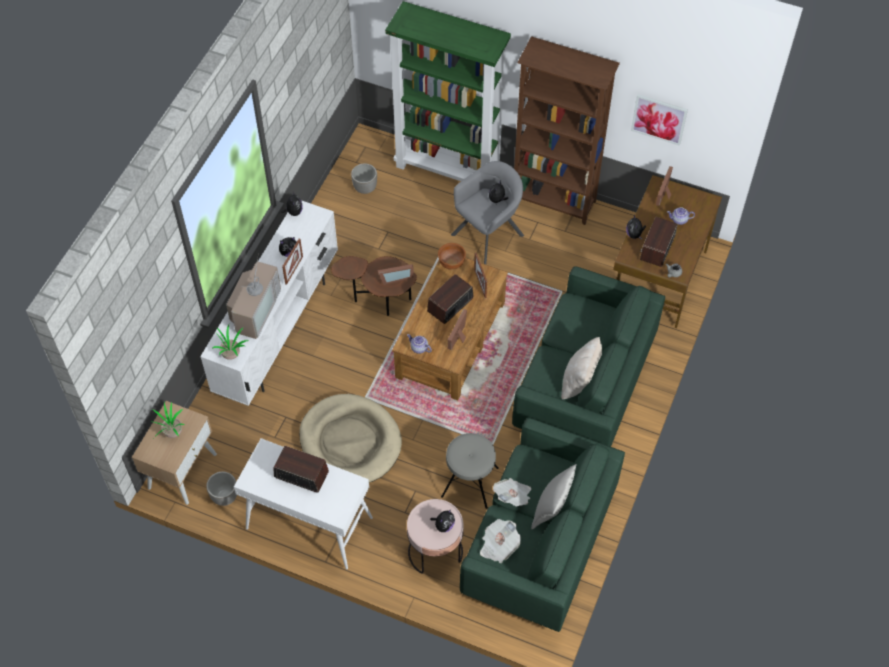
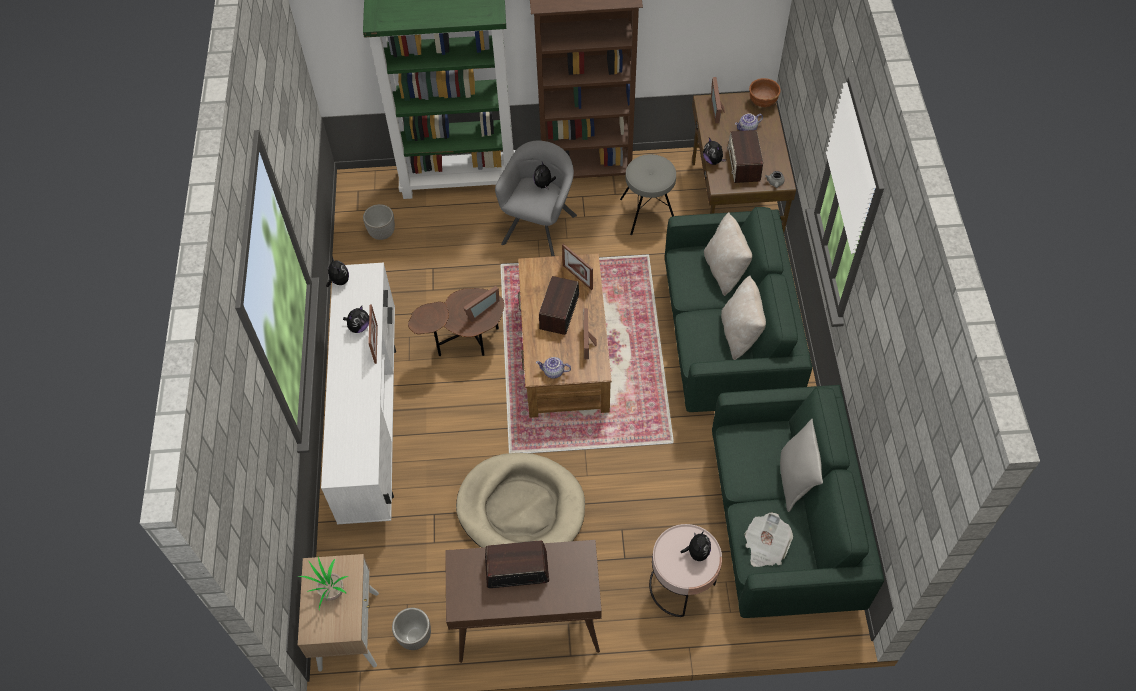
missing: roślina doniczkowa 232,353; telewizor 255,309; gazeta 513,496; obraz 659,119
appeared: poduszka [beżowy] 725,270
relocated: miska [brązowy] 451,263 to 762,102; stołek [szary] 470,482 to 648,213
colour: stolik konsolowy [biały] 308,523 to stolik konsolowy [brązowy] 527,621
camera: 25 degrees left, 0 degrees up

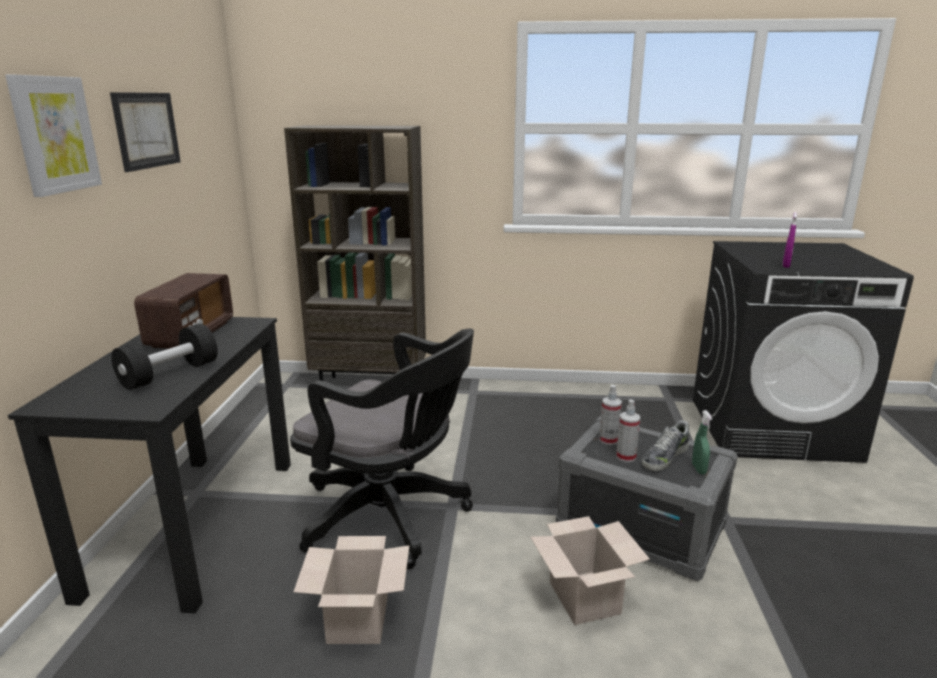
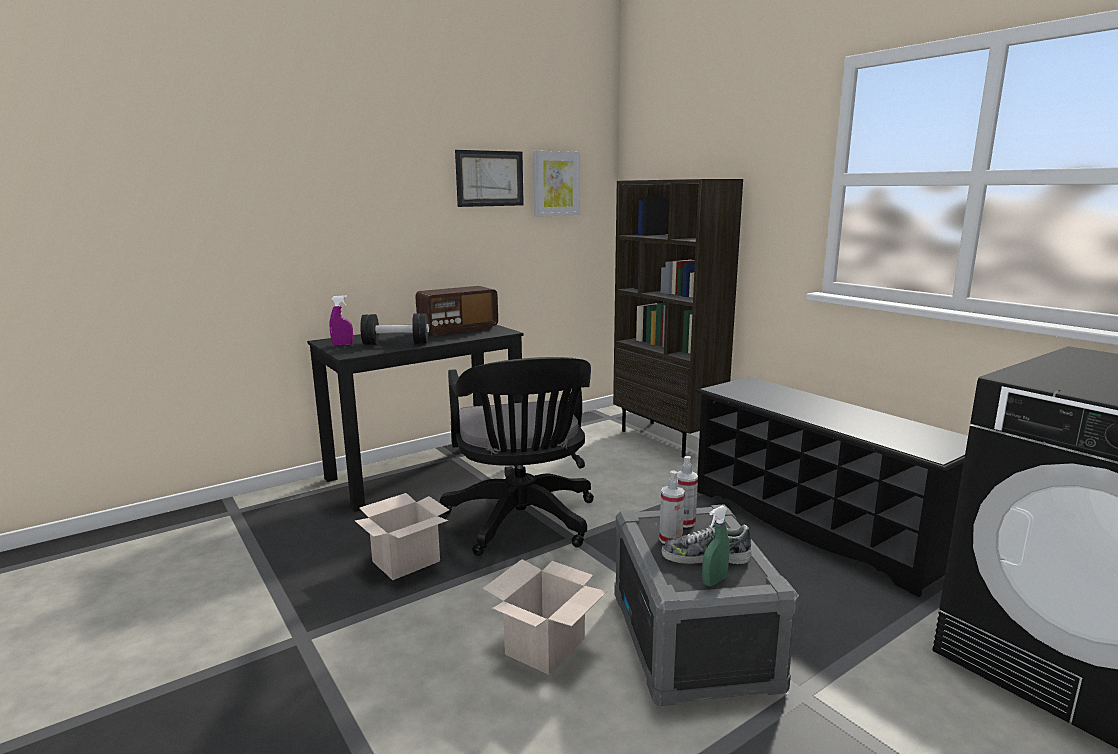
appeared: regał na buty [czarny] 816,524
relocated: obraz 54,135 to 556,184; spryskiwacz [fioletowy] 786,265 to 342,344
camera: 50 degrees right, 5 degrees down

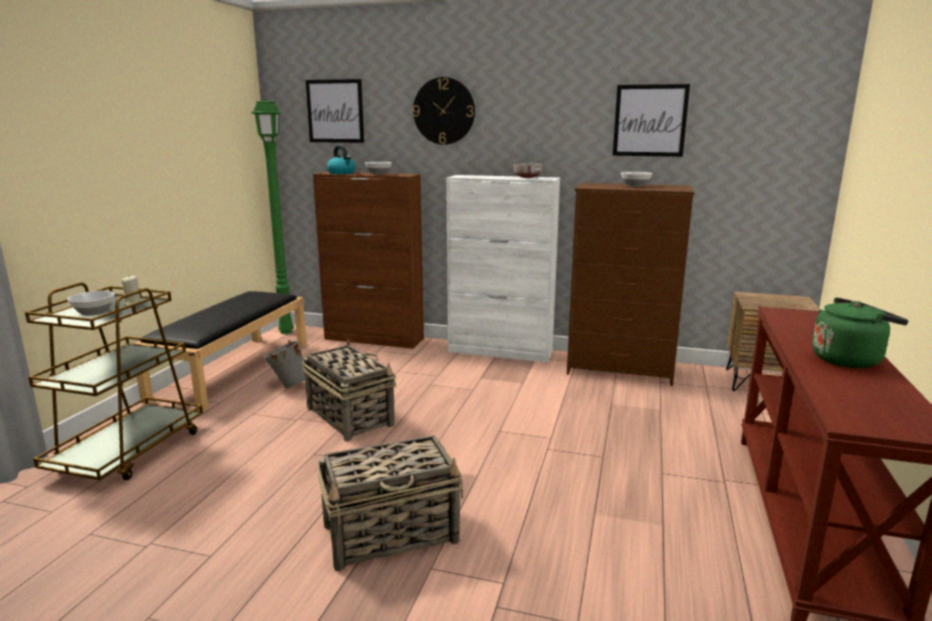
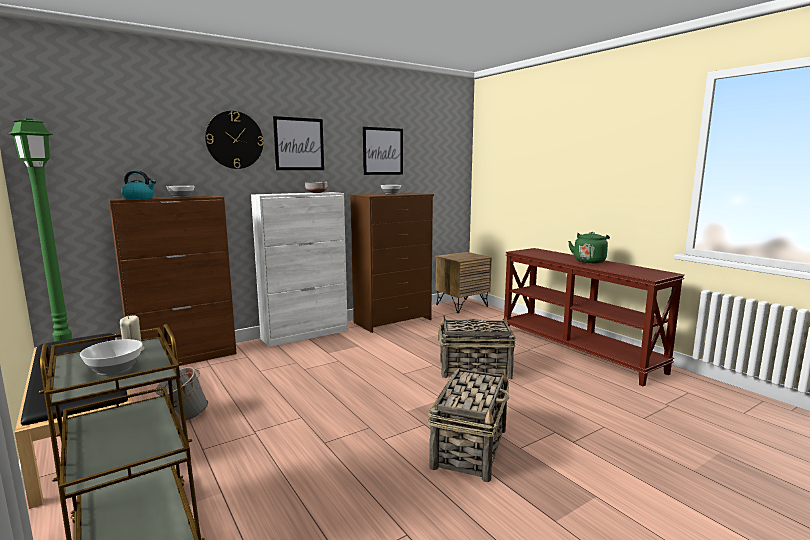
relocated: koszyk 349,416 to 474,369; obraz 335,111 to 299,144
camera: 50 degrees left, 5 degrees down

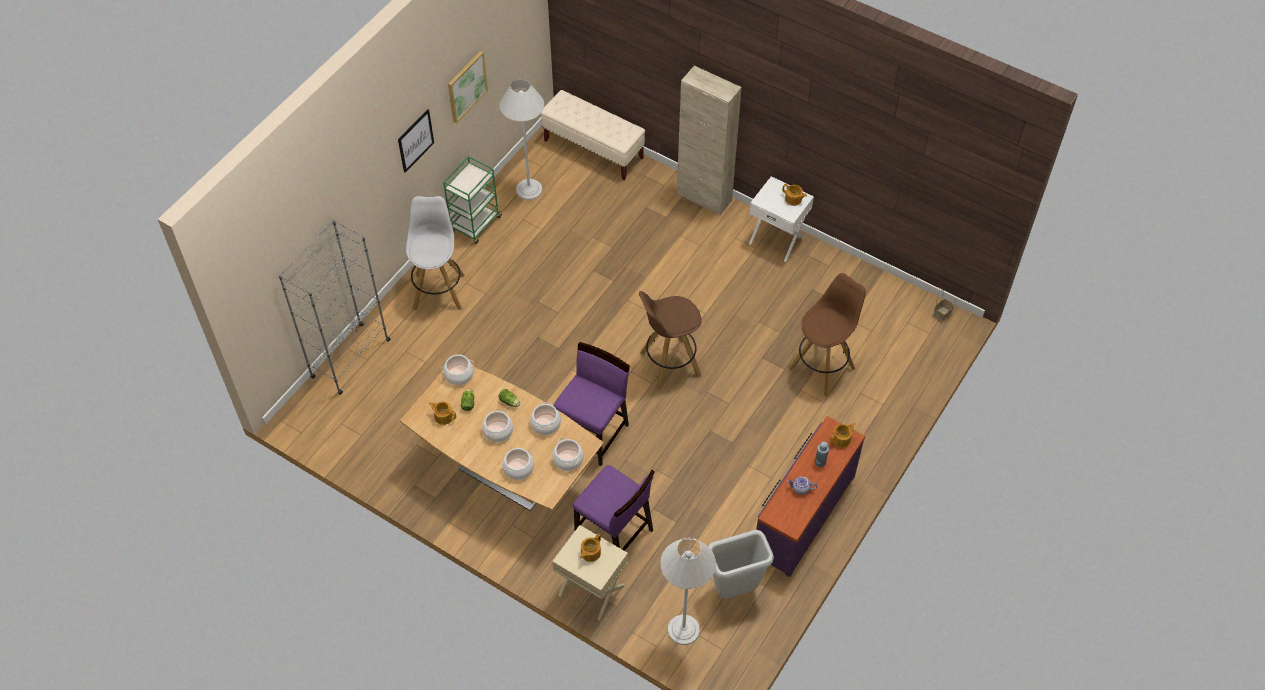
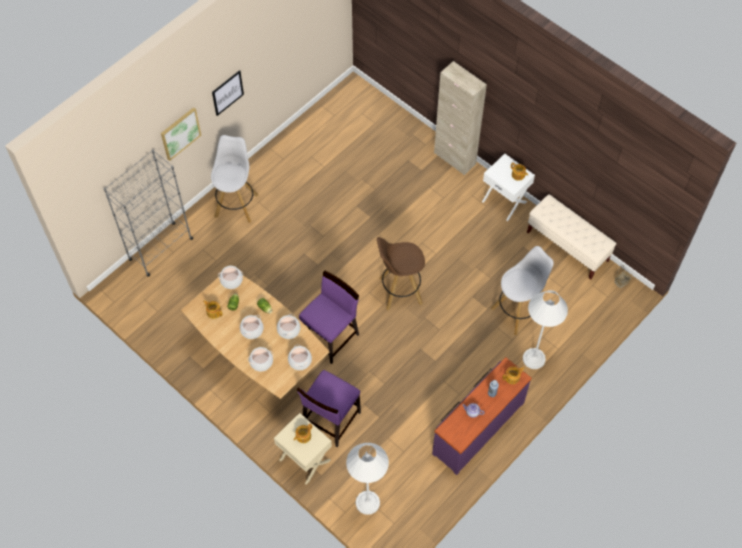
missing: wózek [zielony] 475,224; kosz na śmieci [szary] 735,590
relocated: obraz 466,86 to 180,133; lampa stojąca [biały] 529,189 to 534,358; ławka [beżowy] 593,150 to 567,246
colour: stołek [brązowy] 822,367 to stołek [biały] 517,311
spun: krzesło [fioletowy] 614,535 = 330,420 75 degrees clockwise
camera: 10 degrees right, 5 degrees up

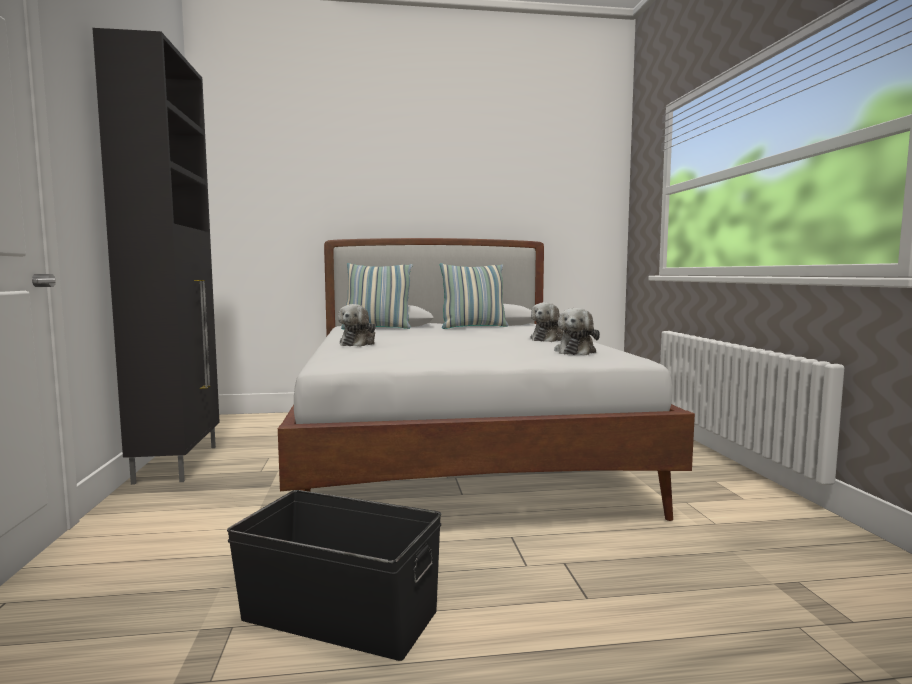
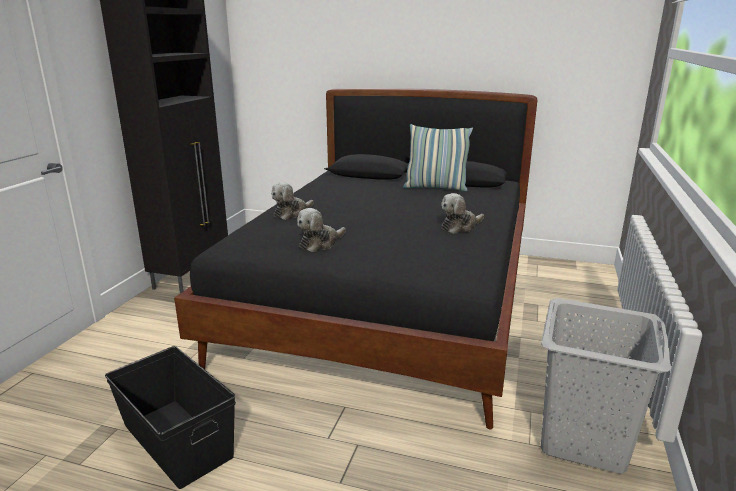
missing: poduszka 377,328
appeared: kosz na pranie [szary] 584,440
relocated: pluszak 576,351 to 320,243
colour: łóżko [biały] 457,453 to łóżko [czarny] 389,305
camera: 25 degrees right, 15 degrees up

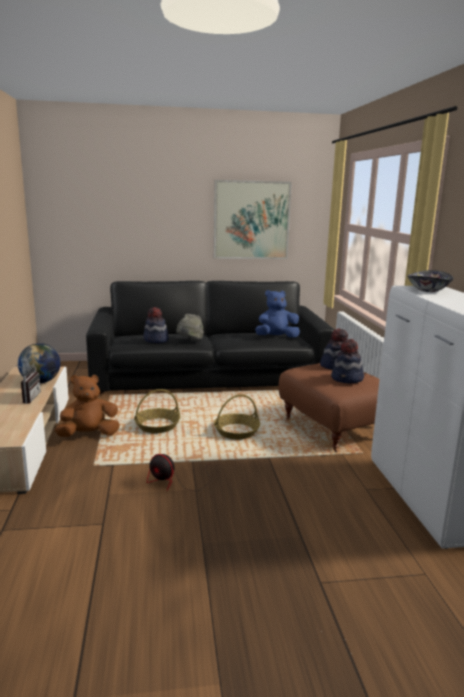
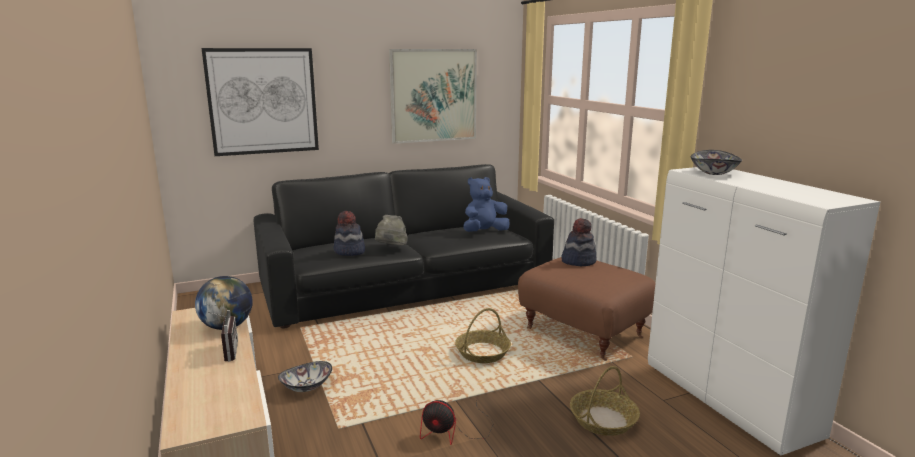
missing: kapelusz 347,379
appeared: obraz 263,101
relocated: koszyk 157,425 to 603,420
exchanged: pluszak [brązowy] 89,435 to miska 306,386
camera: 15 degrees left, 0 degrees up

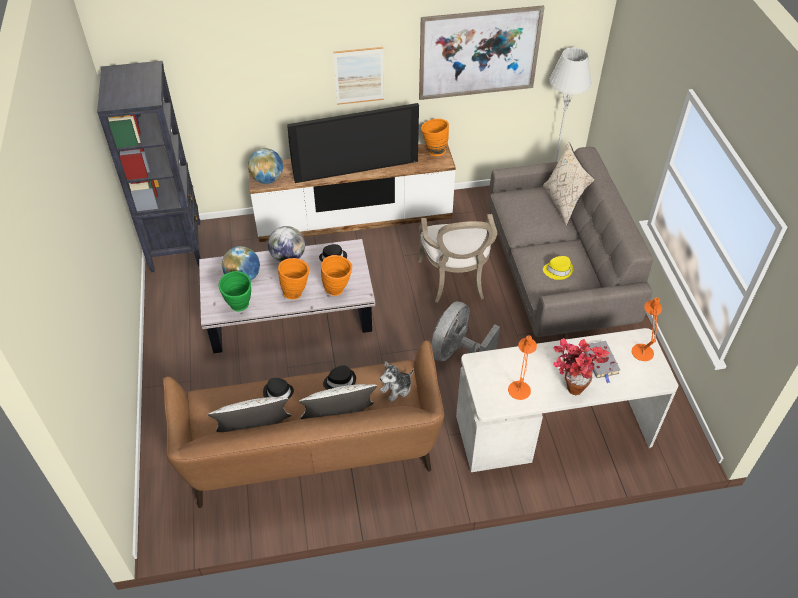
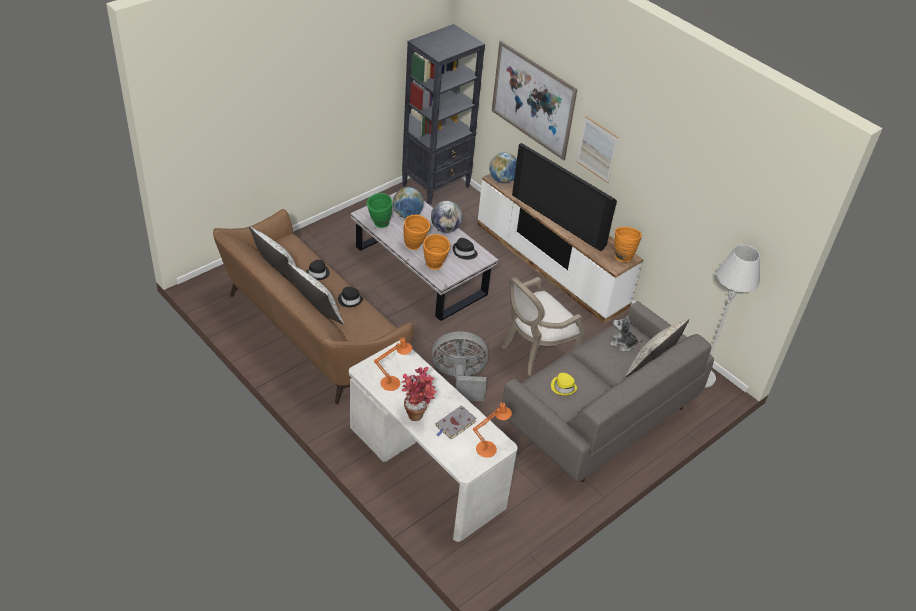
relocated: pluszak 396,389 to 623,343; obraz 479,53 to 532,100
camera: 55 degrees right, 5 degrees down

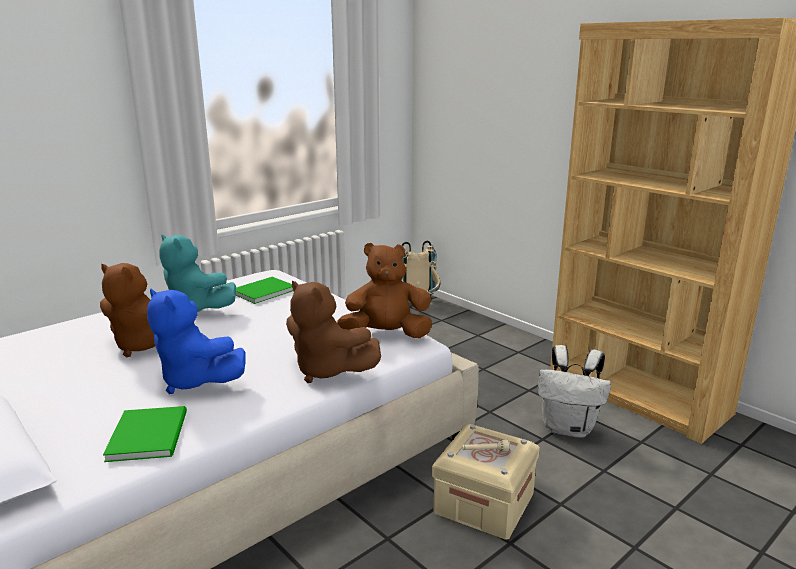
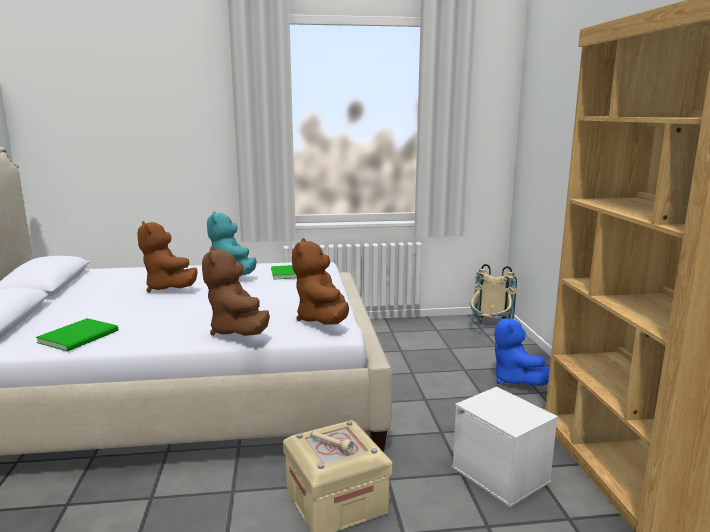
relocated: pluszak [niebieski] 195,381 to 514,380
exchanged: plecak [biały] 569,428 to pojemnik do przechowywania [biały] 502,475
spun: pluszak [brązowy] 386,335 = 322,320 120 degrees counterclockwise
camera: 35 degrees right, 5 degrees down

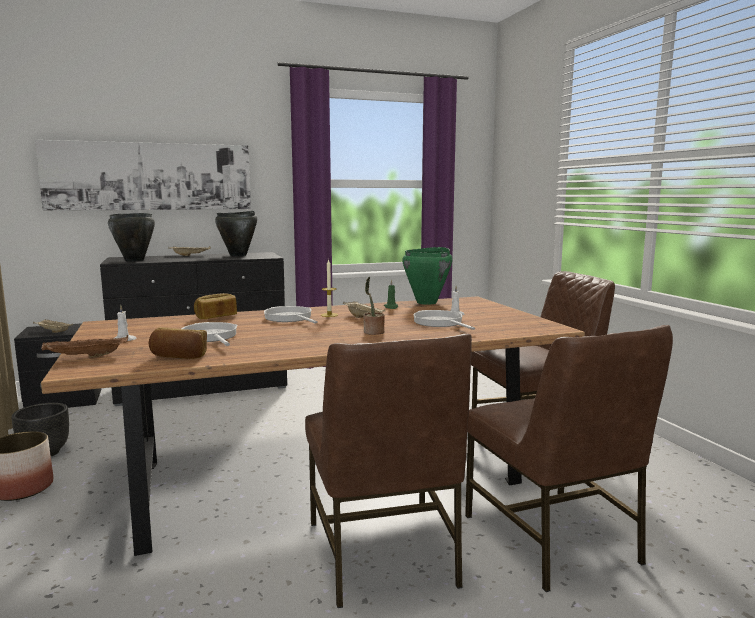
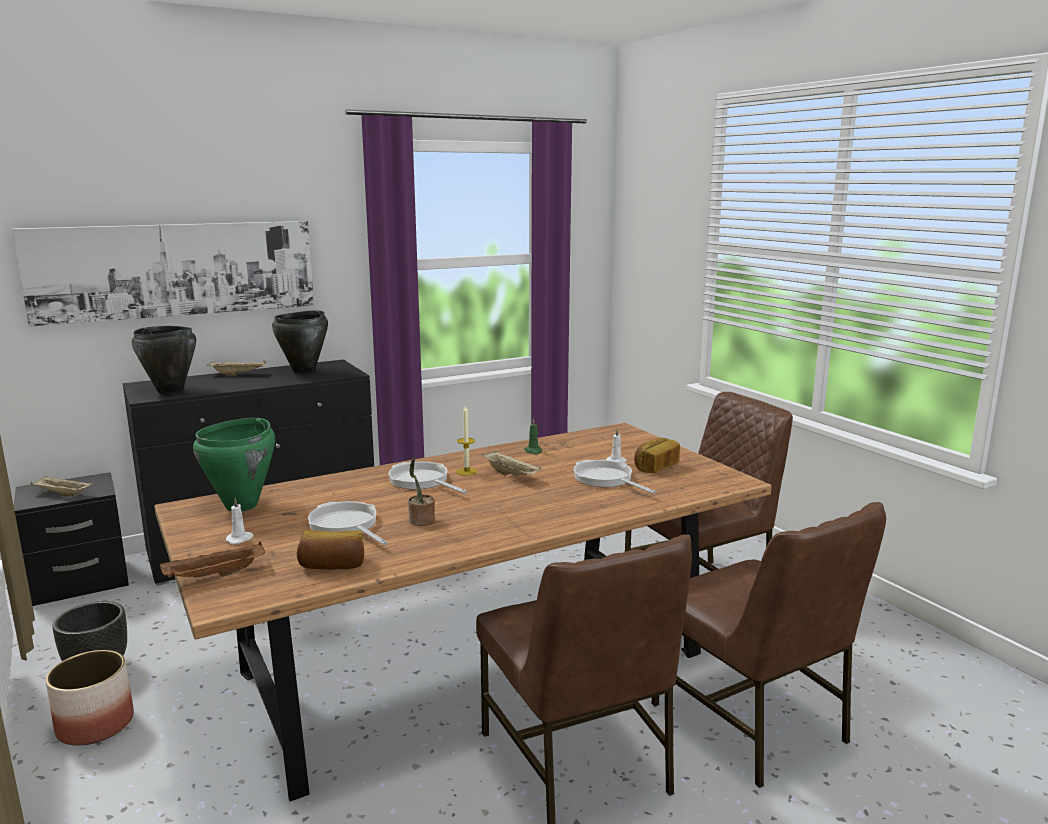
relocated: chleb 216,317 to 655,467; roślina doniczkowa 373,332 to 421,521; garnek [zielony] 427,302 to 242,506
camera: 10 degrees left, 5 degrees up

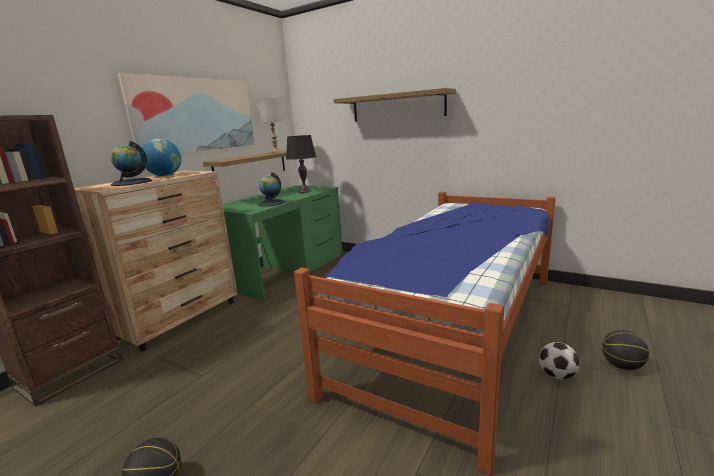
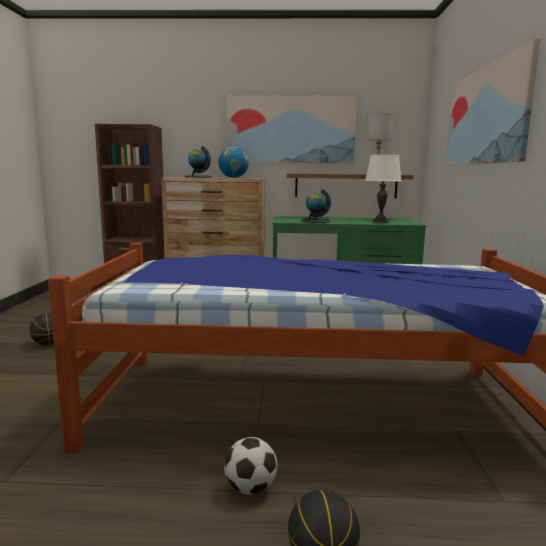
exchanged: półka 397,106 to obraz 484,116
colour: lampa stołowa [czarny] 304,191 to lampa stołowa [biały] 380,221
camera: 60 degrees right, 5 degrees down

